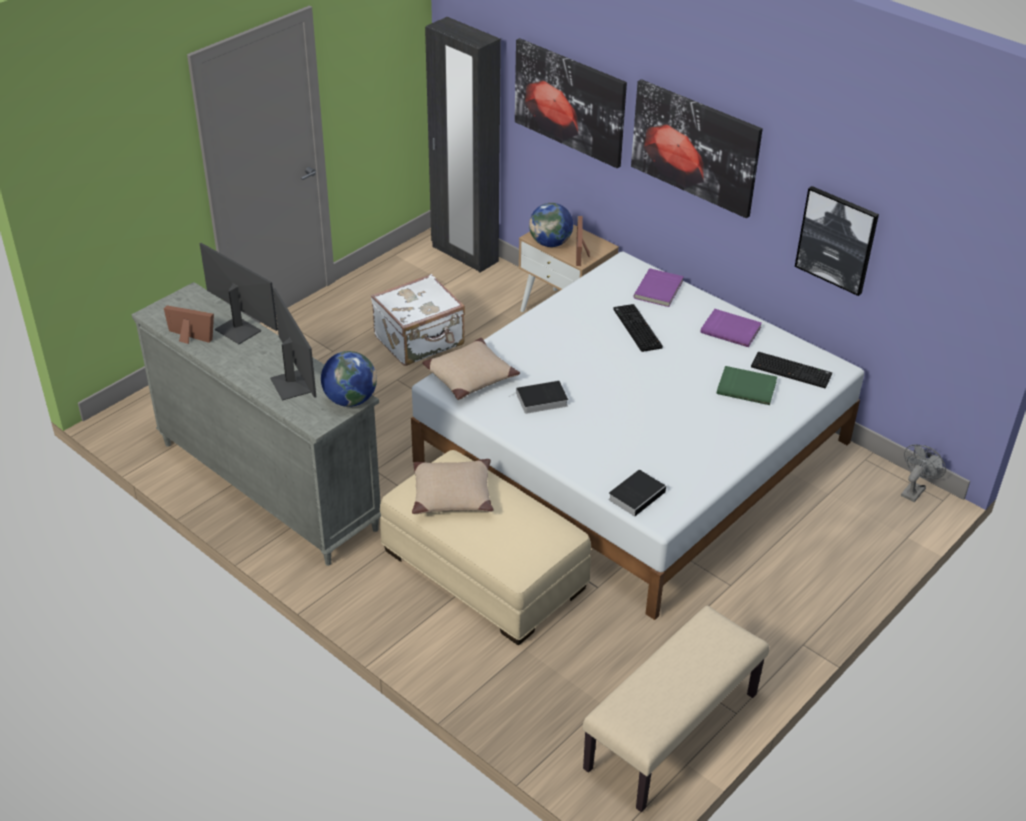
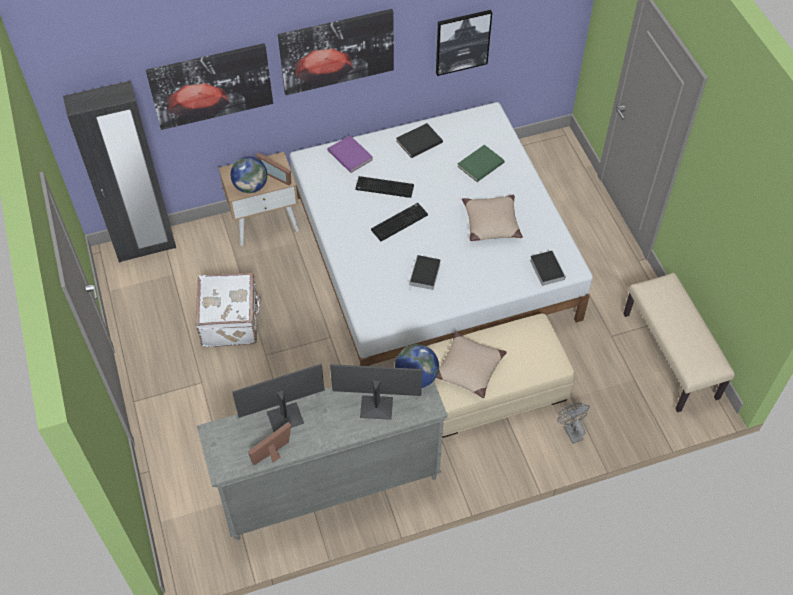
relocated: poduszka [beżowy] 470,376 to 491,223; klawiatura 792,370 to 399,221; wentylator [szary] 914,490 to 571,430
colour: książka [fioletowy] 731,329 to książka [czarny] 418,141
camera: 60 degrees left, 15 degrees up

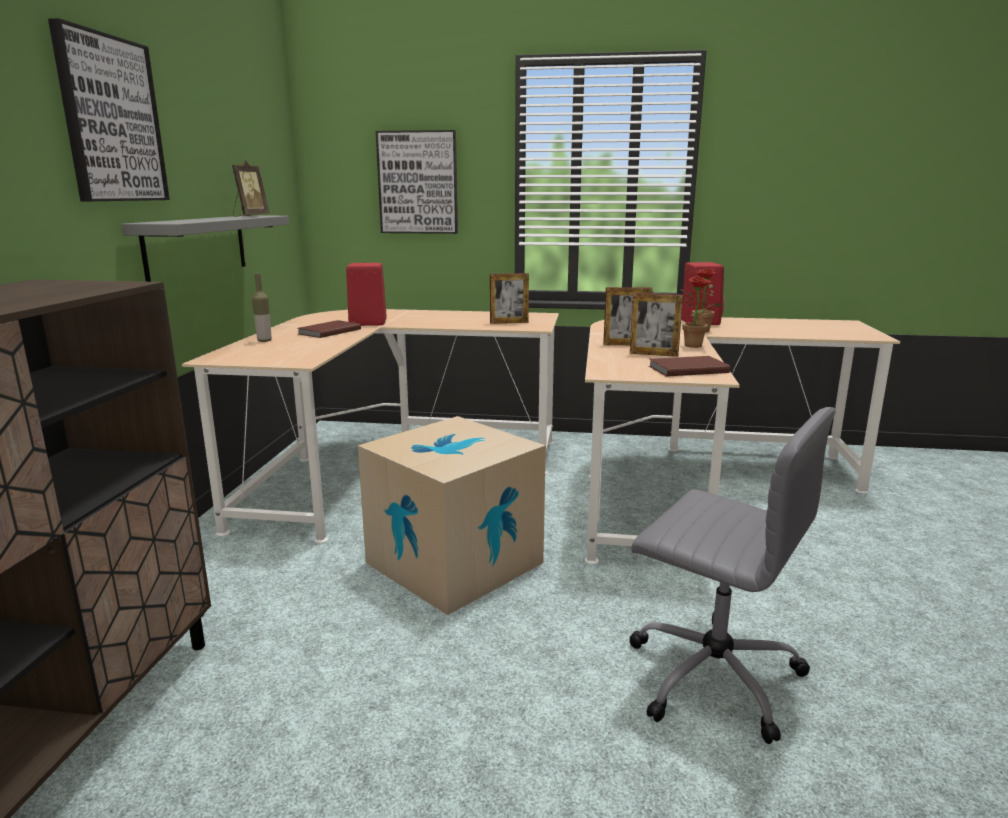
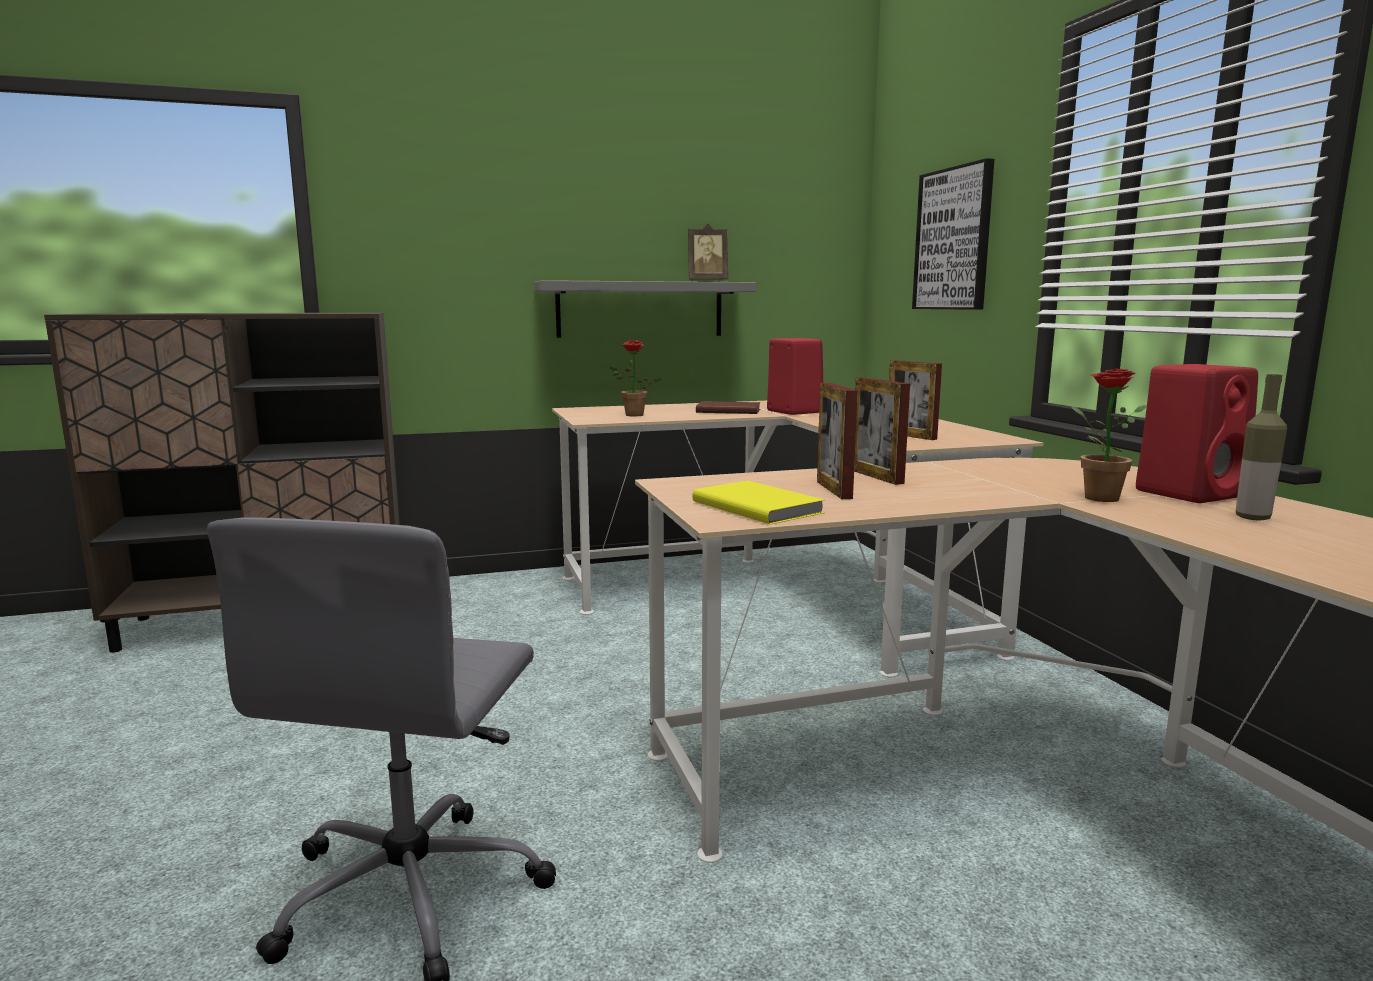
missing: obraz 111,120; karton 454,563
relocated: butelka 264,341 to 1252,518; roślina doniczkowa 696,346 to 632,415
colour: książka [brązowy] 686,369 to książka [żółty] 758,506
camera: 65 degrees right, 5 degrees down

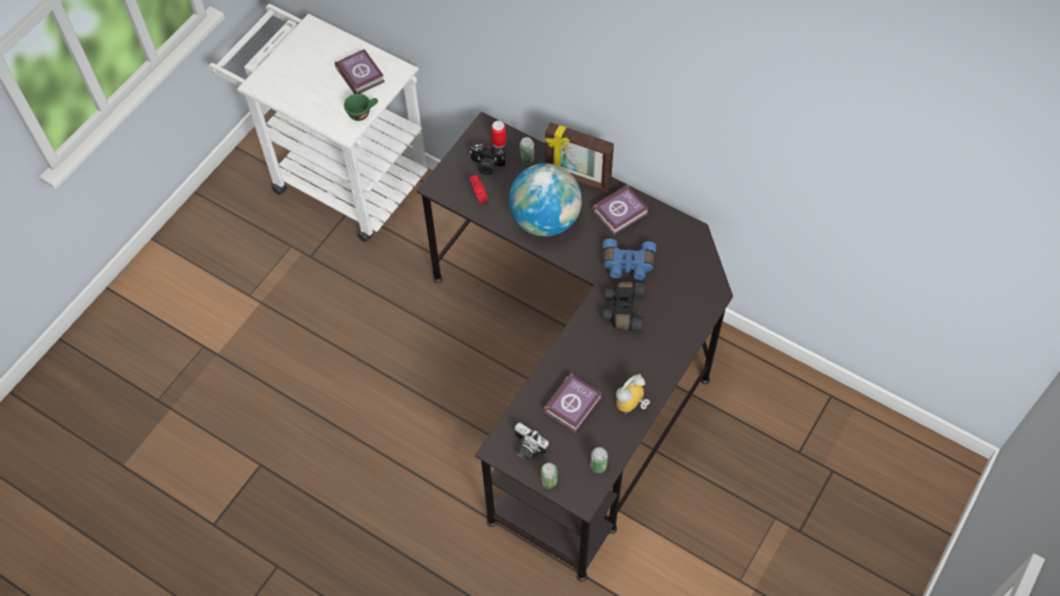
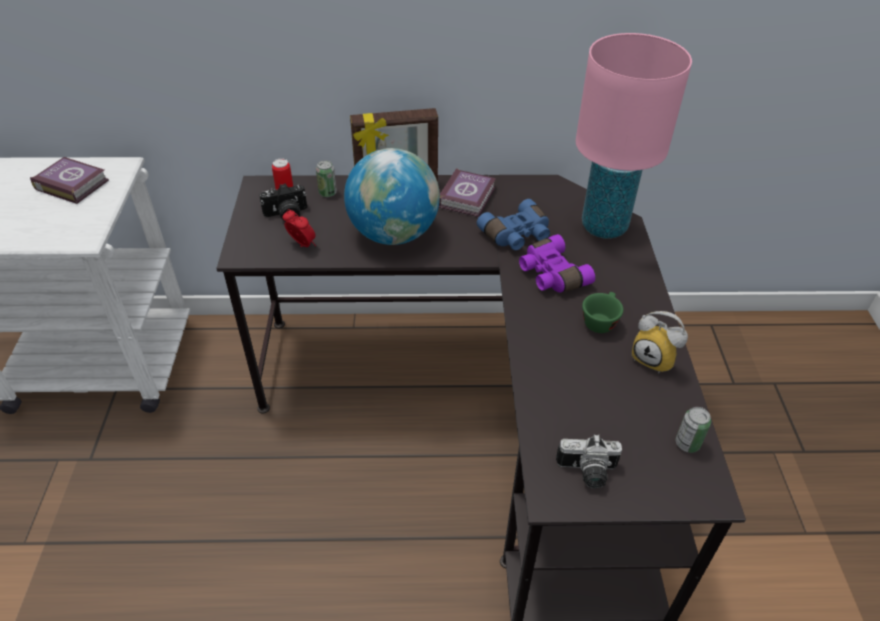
missing: puszka 549,481; książka 574,404
appeared: lampa stołowa [różowy] 604,226
relocated: filiżanka [zielony] 362,112 to 600,320
colour: lornetka [czarny] 622,309 to lornetka [fioletowy] 551,275
spun: budzik 632,406 = 655,359 60 degrees counterclockwise
camera: 35 degrees left, 15 degrees down

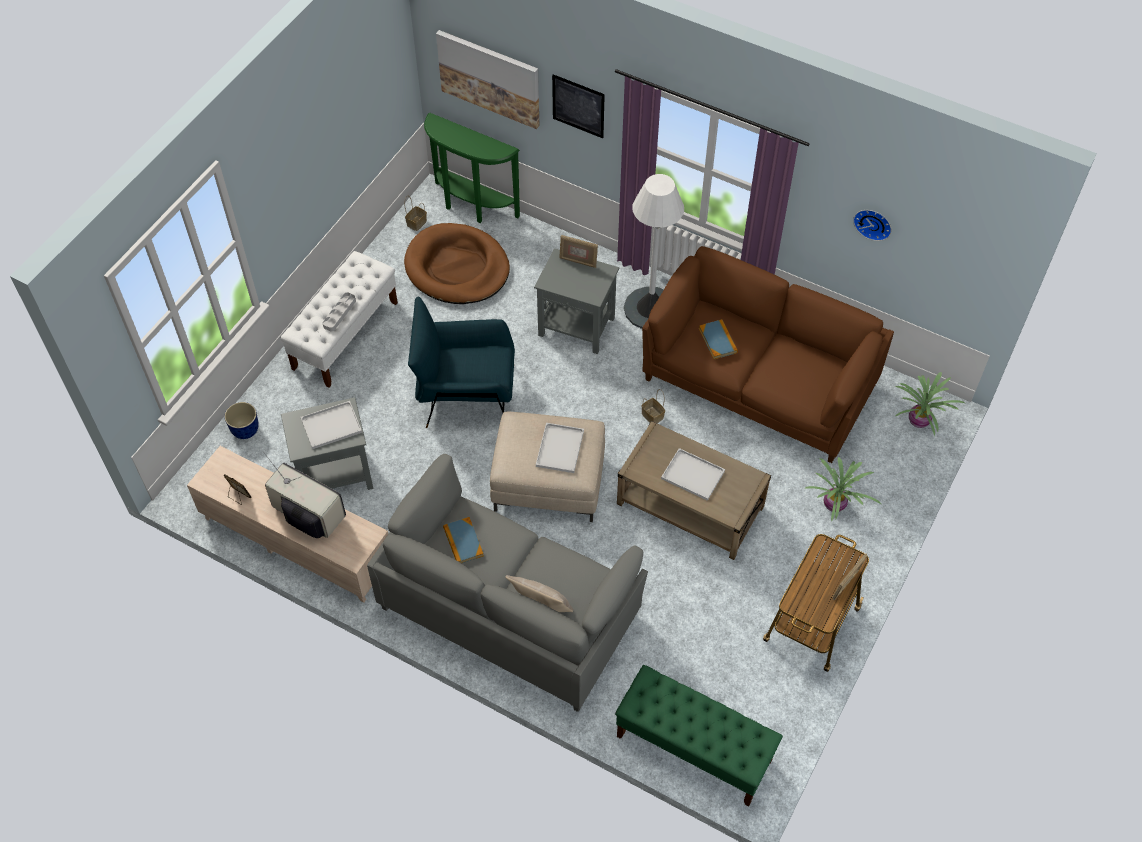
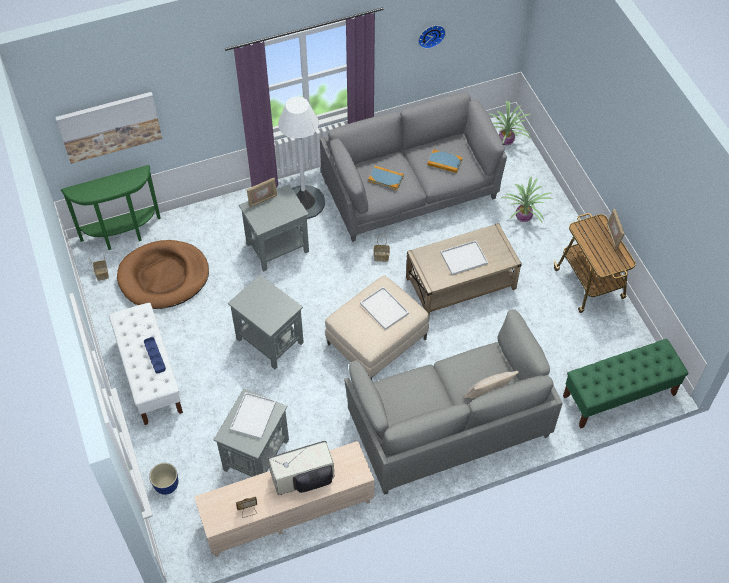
missing: obraz 578,106
relocated: książka 463,542 to 444,162
exchanged: fotel [niebieski] 466,395 to stolik [szary] 269,340
colour: taca [szary] 339,313 to taca [niebieski] 155,356; kanapa [brązowy] 759,383 to kanapa [szary] 410,190
camera: 50 degrees left, 0 degrees up

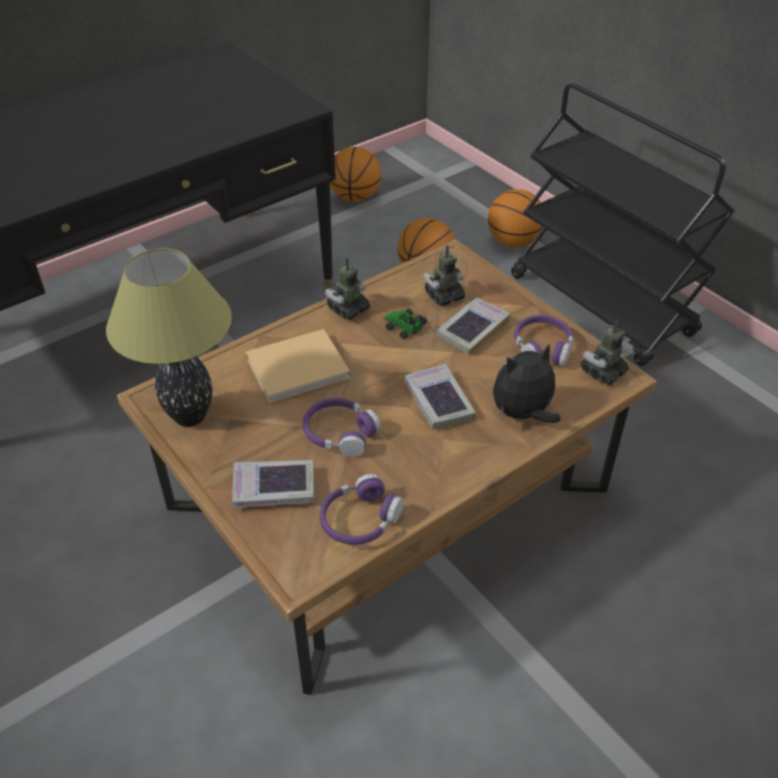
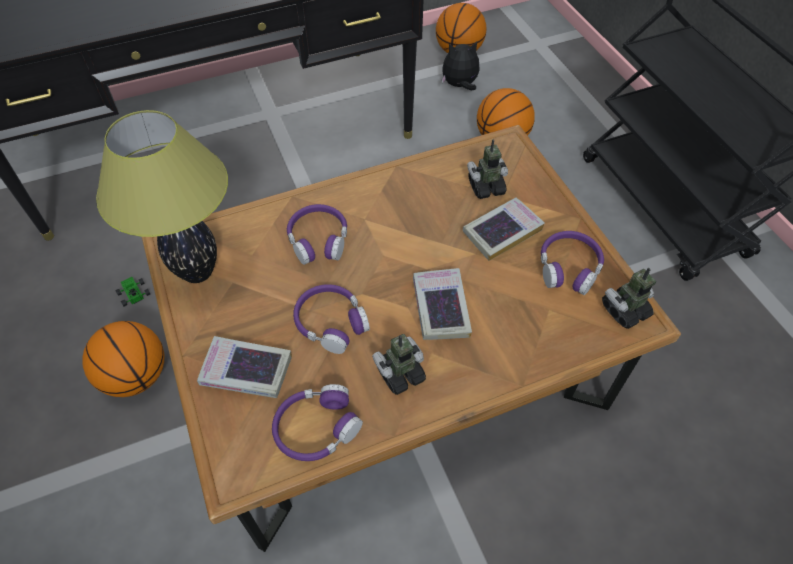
relocated: robot zabawkowy 348,309 to 400,374; samochodzik 402,324 to 132,291; piłka do koszykówki 513,241 to 136,376; pluszak 522,414 to 459,86
exchanged: książka [beżowy] 300,367 to słuchawki [fioletowy] 318,240
camera: 15 degrees right, 10 degrees up

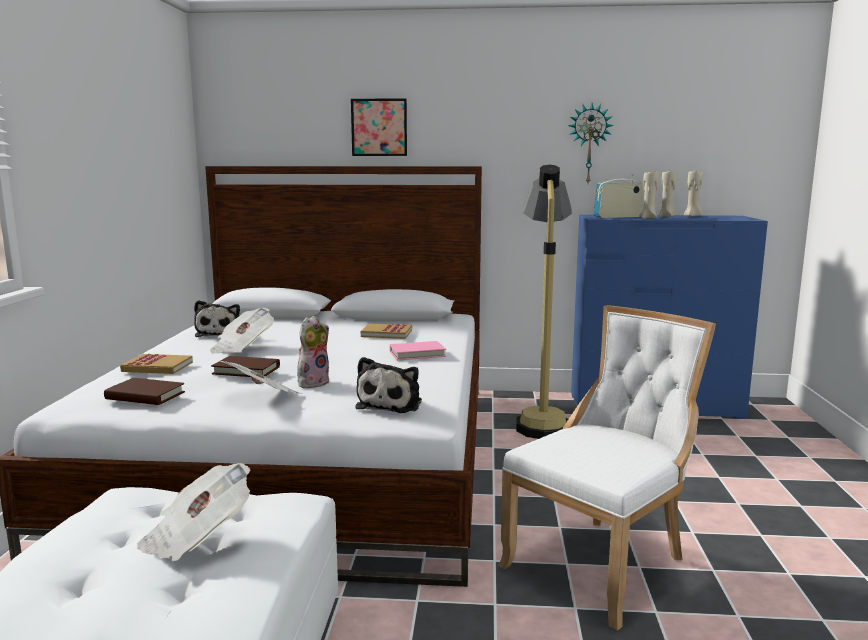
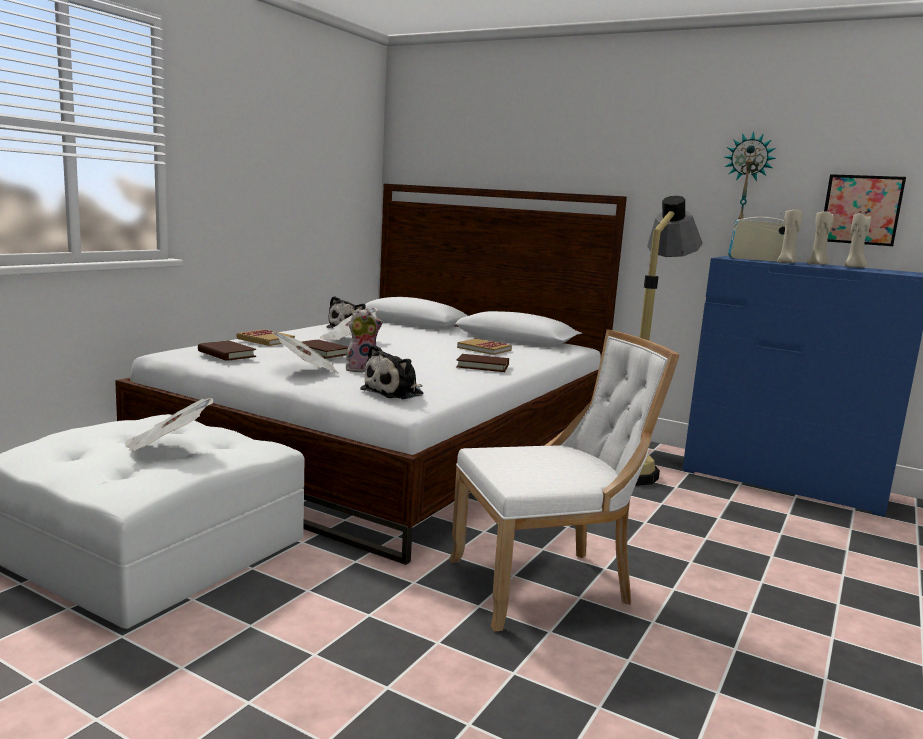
relocated: obraz 379,127 to 861,210
colour: książka [różowy] 417,354 to książka [brązowy] 482,366
camera: 25 degrees right, 0 degrees up

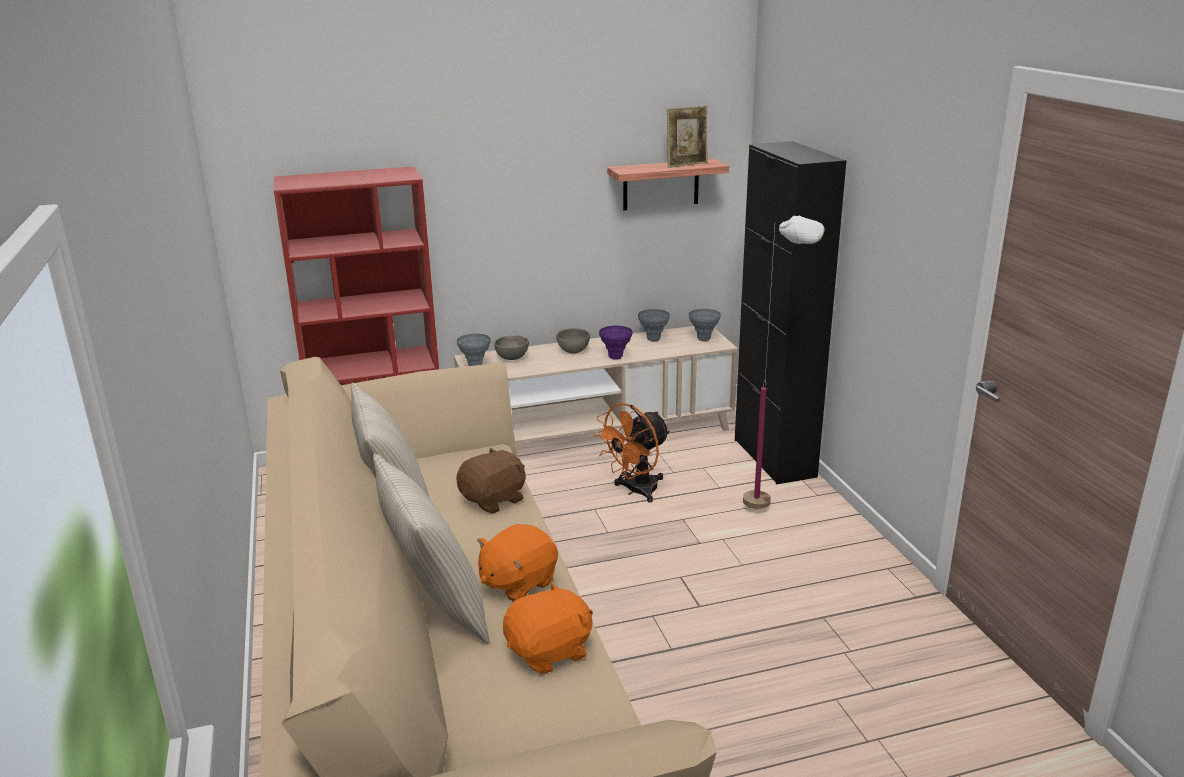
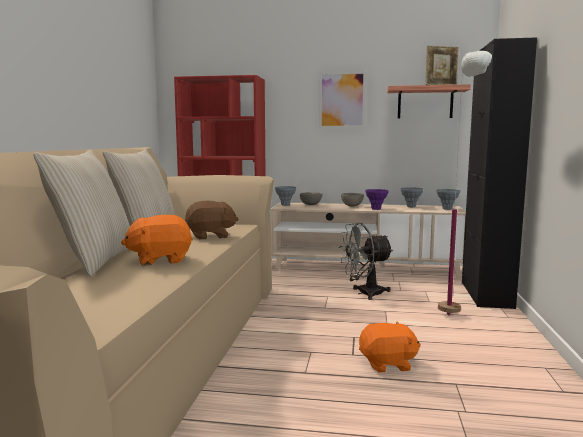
appeared: obraz 342,100
relocated: pluszak [pomarańczowy] 550,652 to 387,364
colour: wentylator [pomarańczowy] 635,491 to wentylator [szary] 364,293
camera: 25 degrees right, 15 degrees down

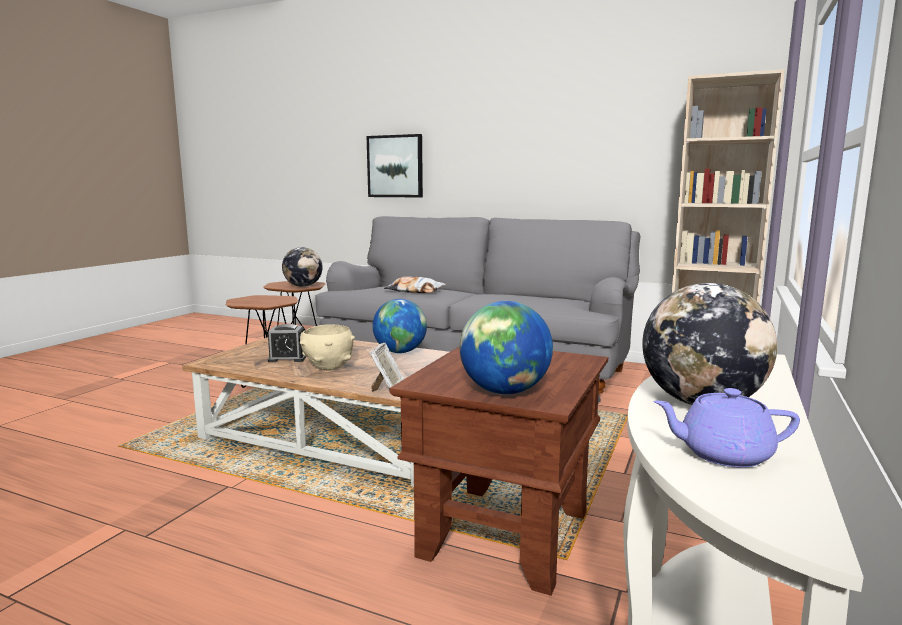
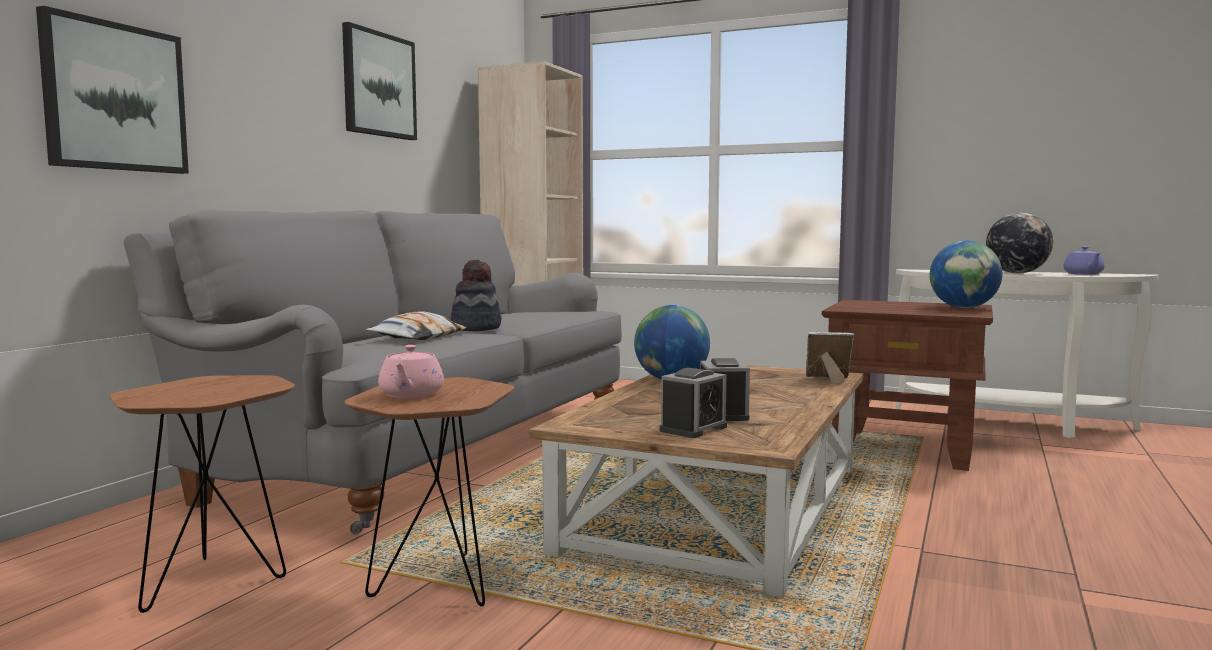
missing: globus 303,286; miska [beżowy] 328,367
appeared: obraz 378,85; imbryk [różowy] 411,395; kapelusz 476,328; budzik 693,429
camera: 90 degrees left, 5 degrees down

